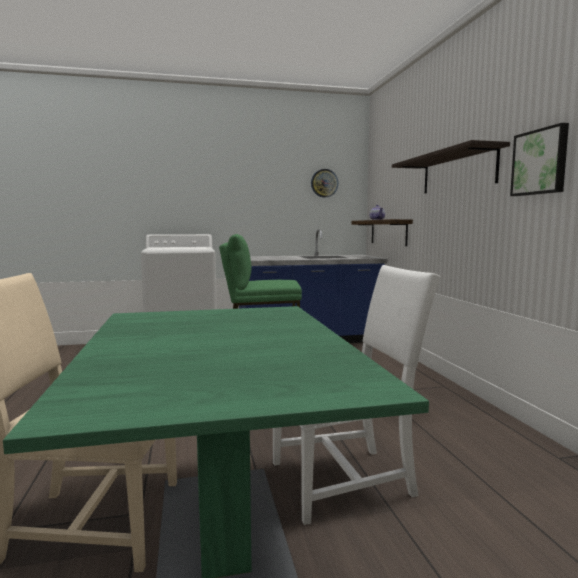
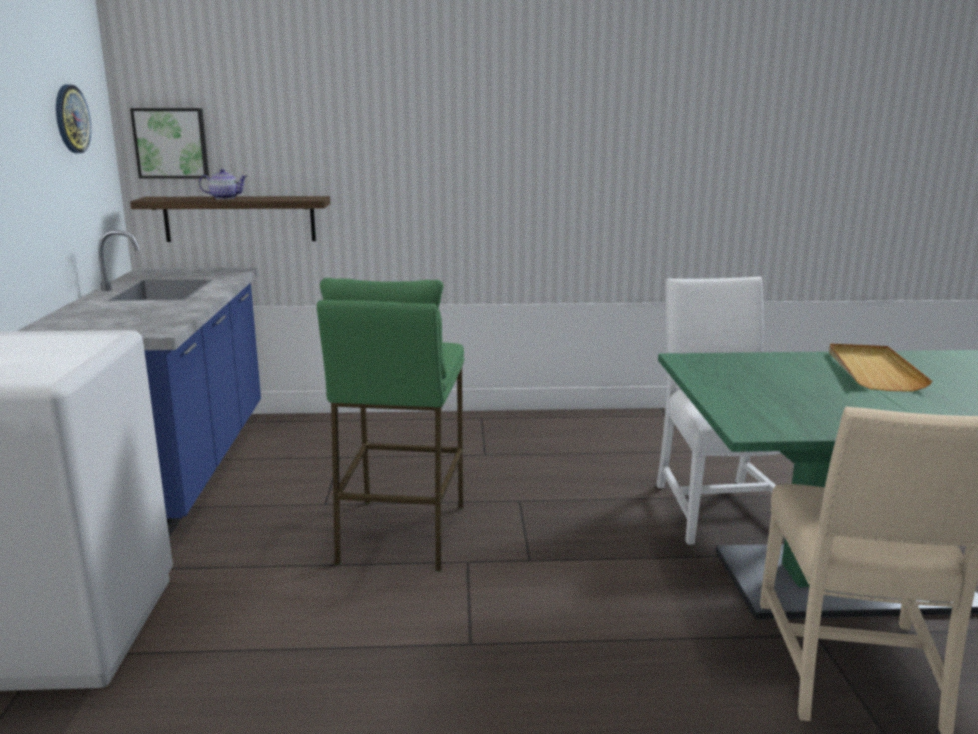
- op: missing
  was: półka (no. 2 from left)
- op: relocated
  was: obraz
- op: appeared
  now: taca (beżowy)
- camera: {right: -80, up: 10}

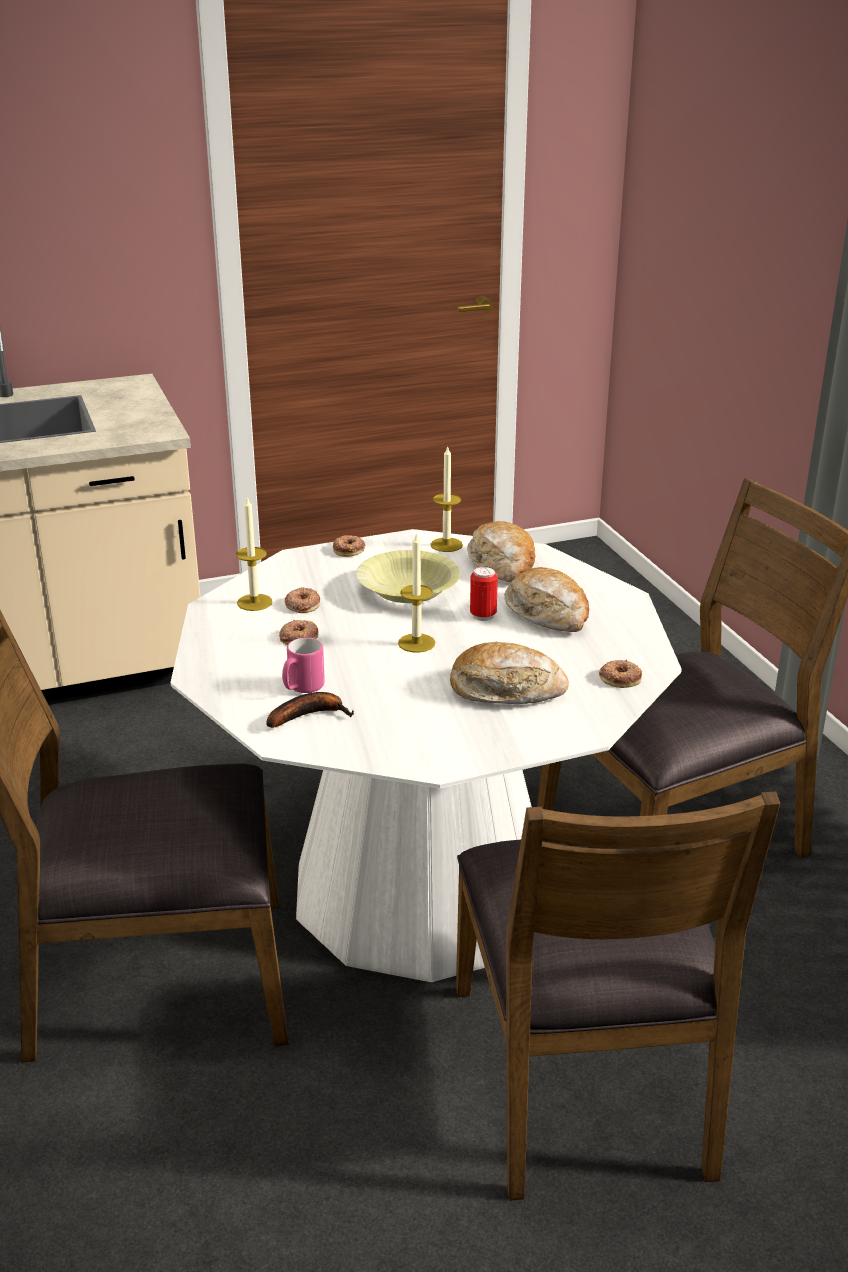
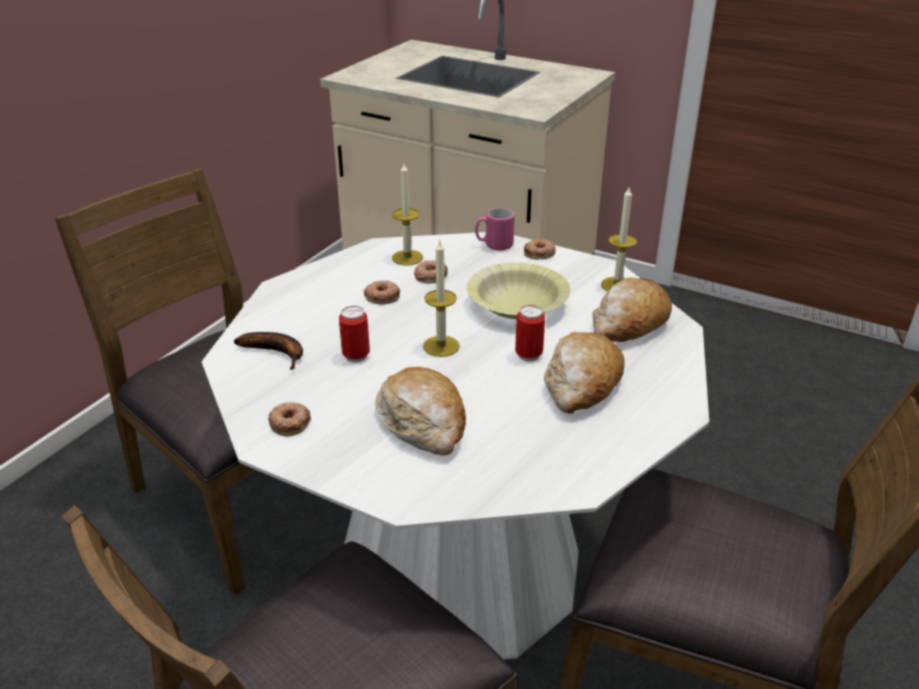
- op: relocated
  was: kubek (różowy)
- op: relocated
  was: donut (no. 4 from left in the first image)
  now: donut (no. 1 from left)
- op: appeared
  now: puszka (no. 1 from left)
- camera: {right: 50, up: 5}

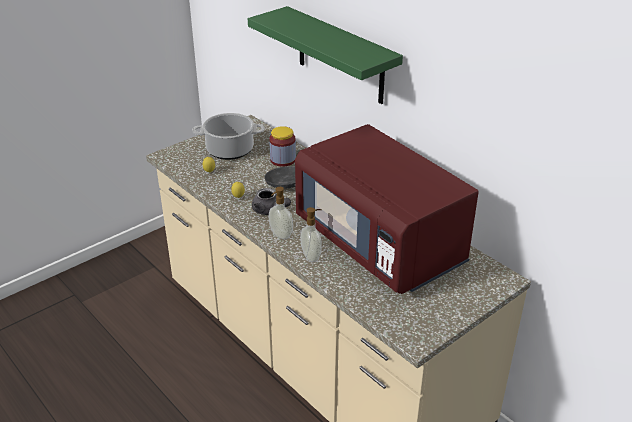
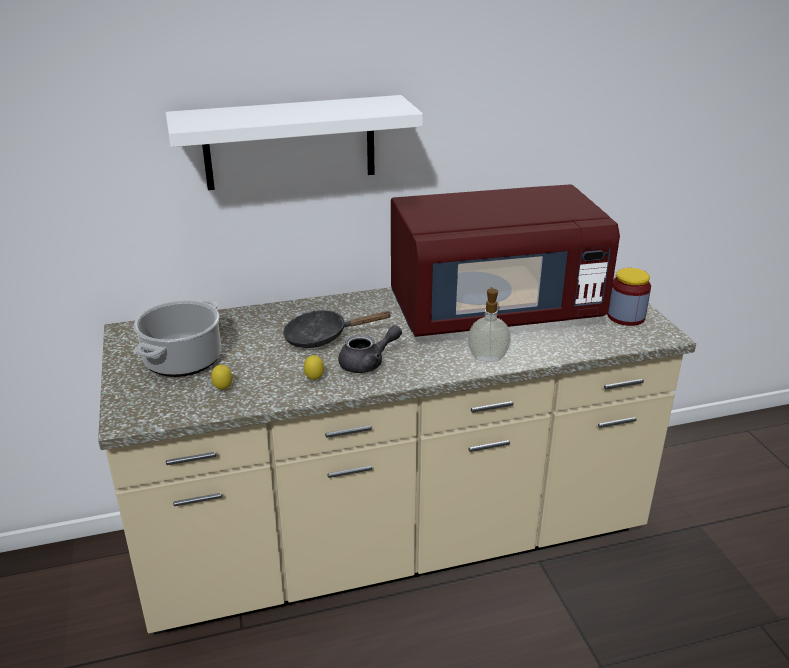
- op: colour
  was: półka (zielony)
  now: półka (biały)
- op: relocated
  was: słoik
- op: missing
  was: dozownik mydła (no. 1 from left)
- camera: {right: -65, up: -5}

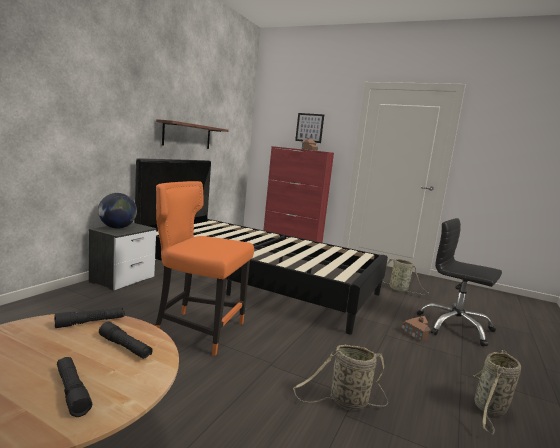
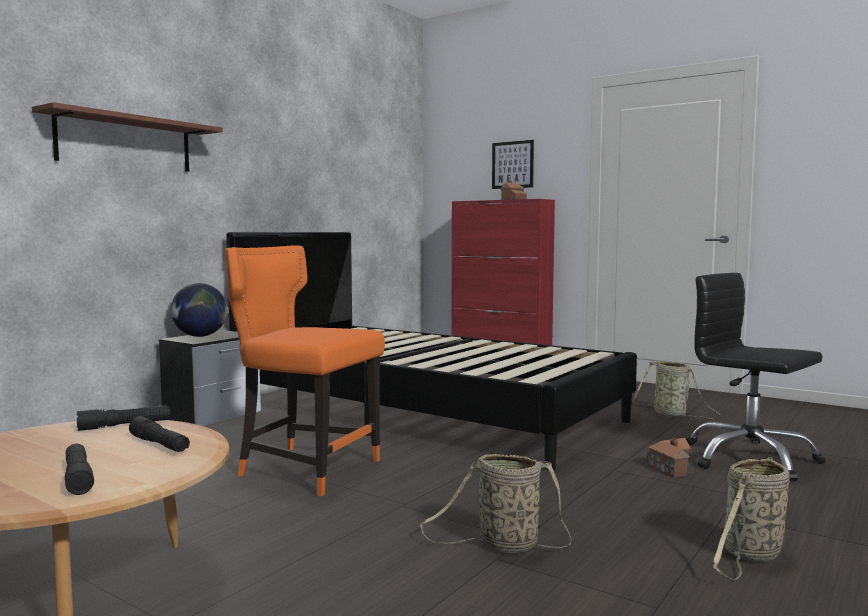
- op: relocated
  was: półka
- camera: {right: 10, up: -5}

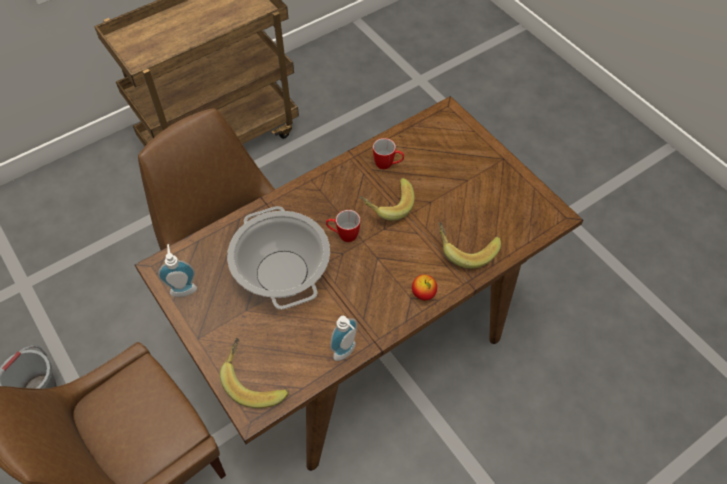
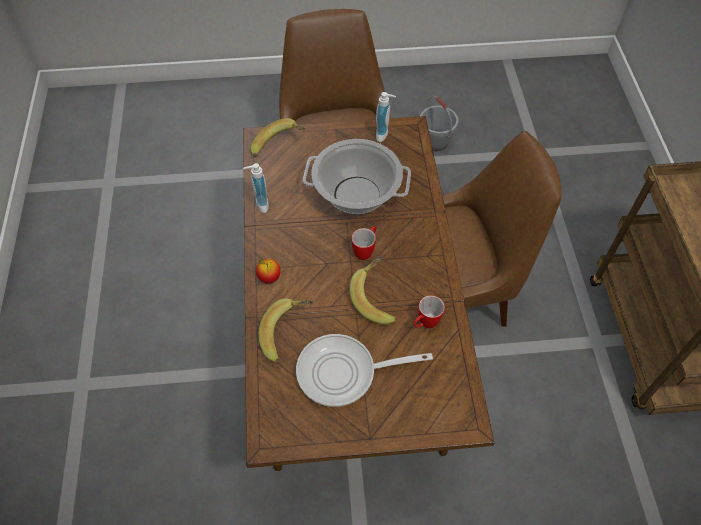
- op: appeared
  now: patelnia
- camera: {right: 120, up: 0}

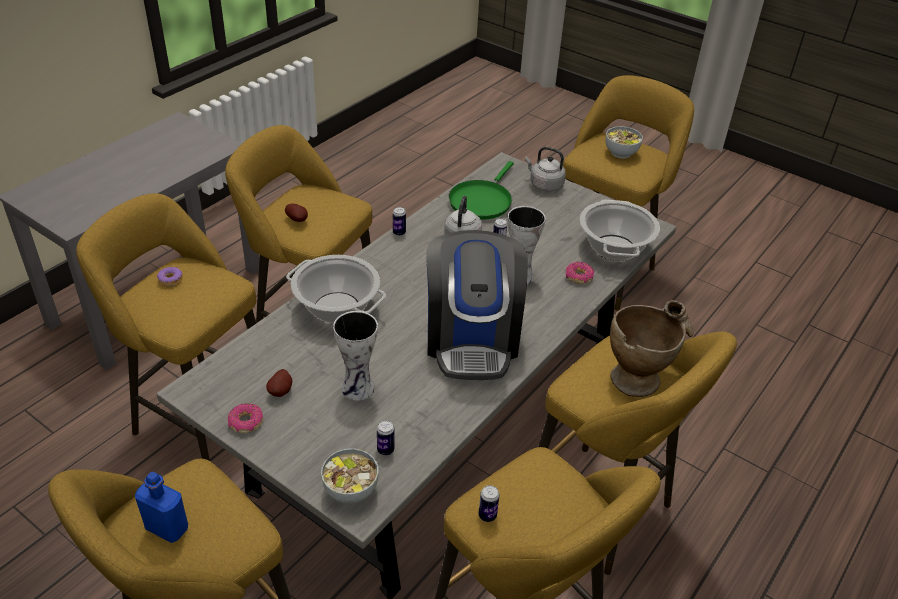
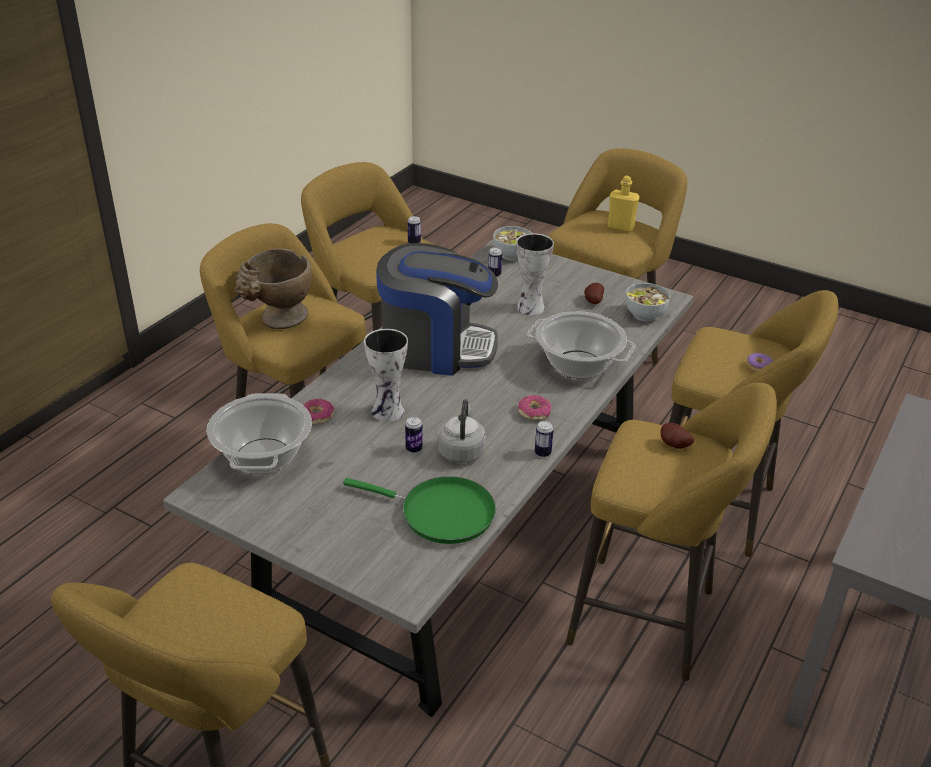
- op: colour
  was: butelka (niebieski)
  now: butelka (żółty)
- op: relocated
  was: donut (no. 2 from left)
- op: spun
  was: ekspres do kawy
  clockwise: 105
- op: spun
  was: patelnia (zielony)
  clockwise: 90
- op: missing
  was: czajnik (szary) (no. 2 from left)
- op: relocated
  was: miska (no. 2 from left)
- camera: {right: 175, up: -5}

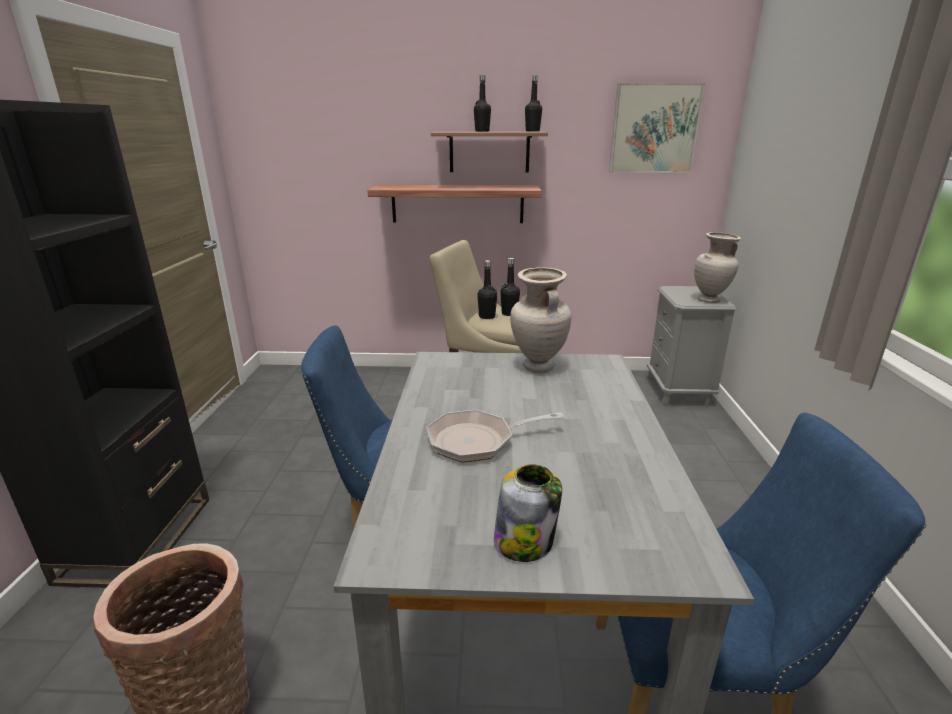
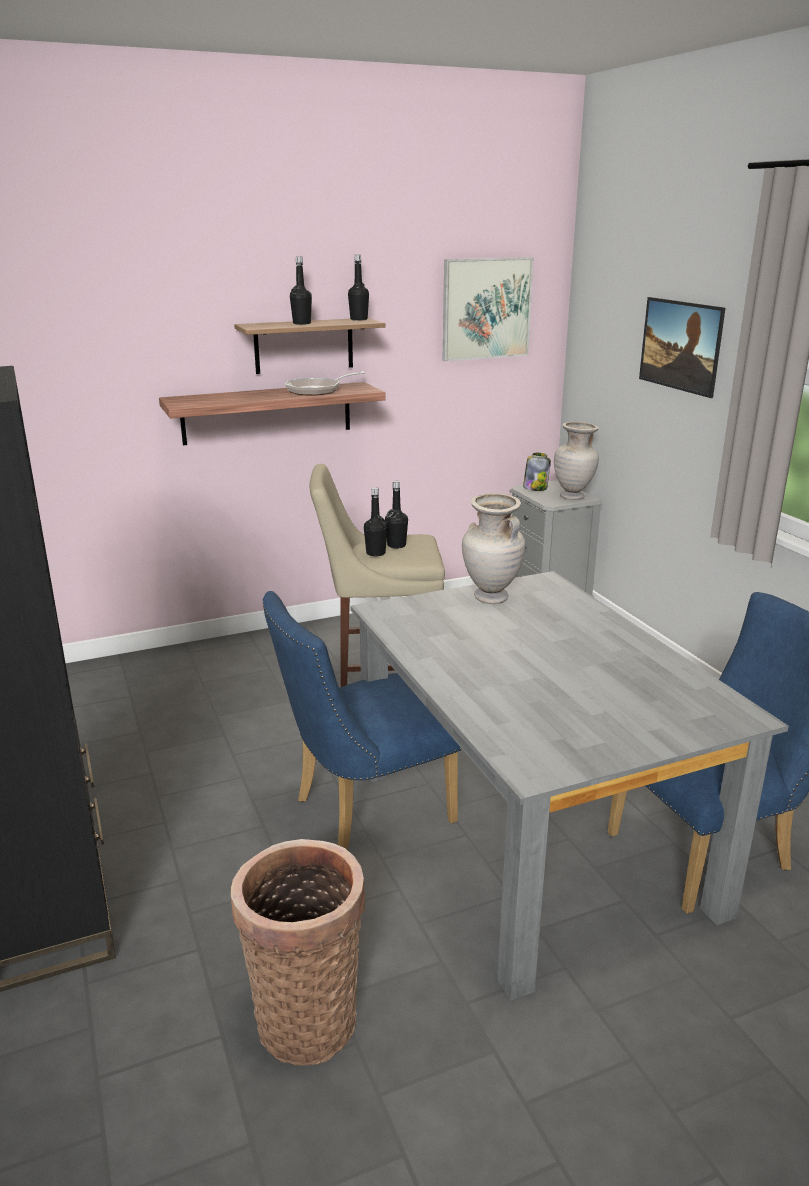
- op: relocated
  was: patelnia
- op: relocated
  was: słoik
- op: appeared
  now: obraz (no. 2 from left)
- camera: {right: -25, up: 0}

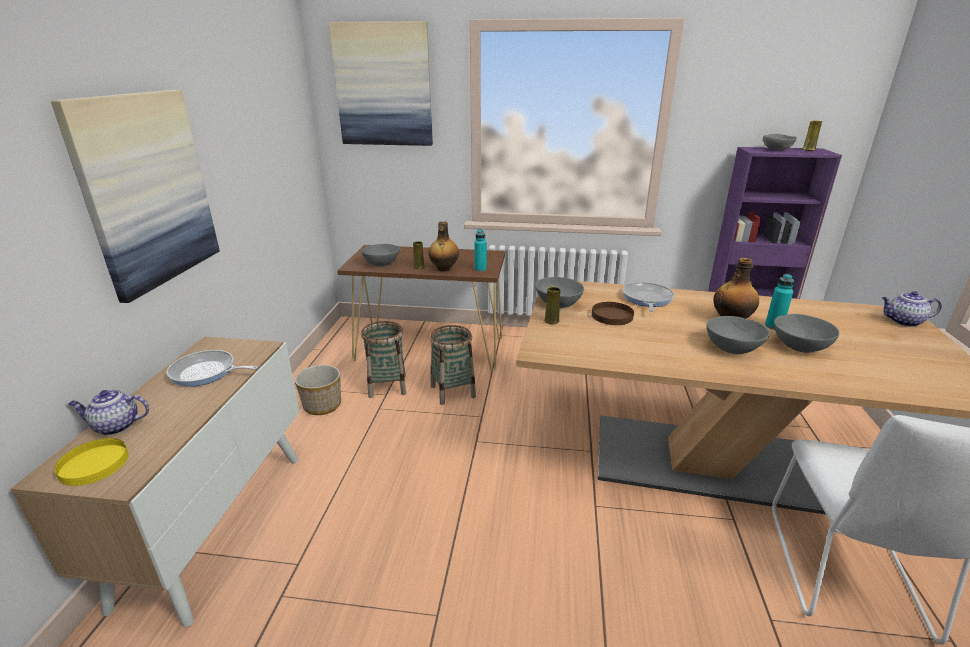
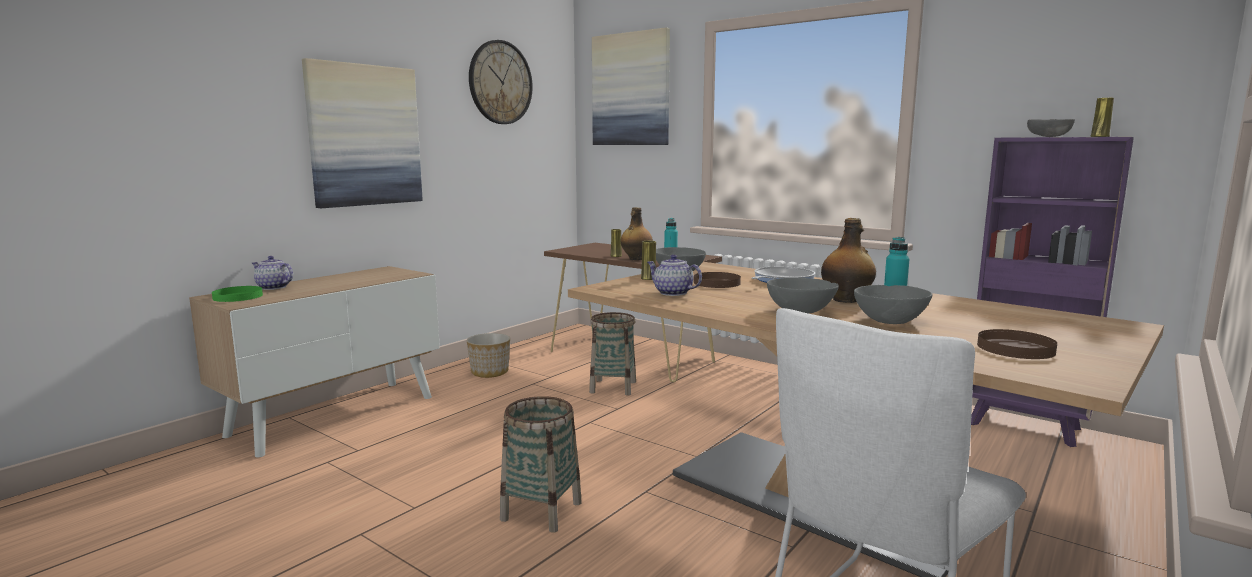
- op: colour
  was: talerz (żółty)
  now: talerz (zielony)
- op: missing
  was: patelnia (no. 1 from left)
- op: relocated
  was: koszyk (no. 1 from left)
- op: missing
  was: miska (szary) (no. 1 from left)
- op: relocated
  was: imbryk (no. 2 from left)
- op: appeared
  now: zegar ścienny
- op: appeared
  now: talerz (brązowy) (no. 2 from left)
- camera: {right: 30, up: -15}

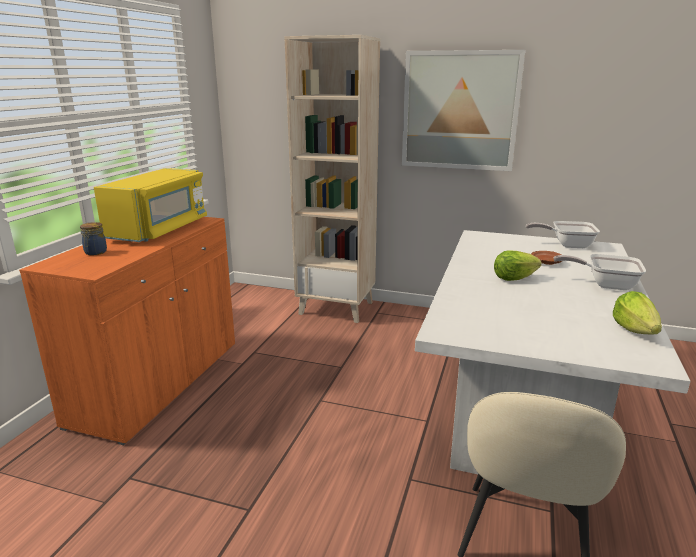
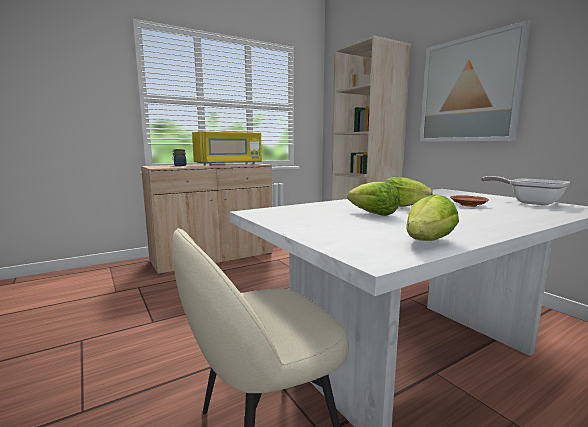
- op: colour
  was: szafka (pomarańczowy)
  now: szafka (beżowy)
- op: missing
  was: patelnia (no. 2 from left)
- op: appeared
  now: sałata (no. 1 from left)
- camera: {right: 40, up: -10}

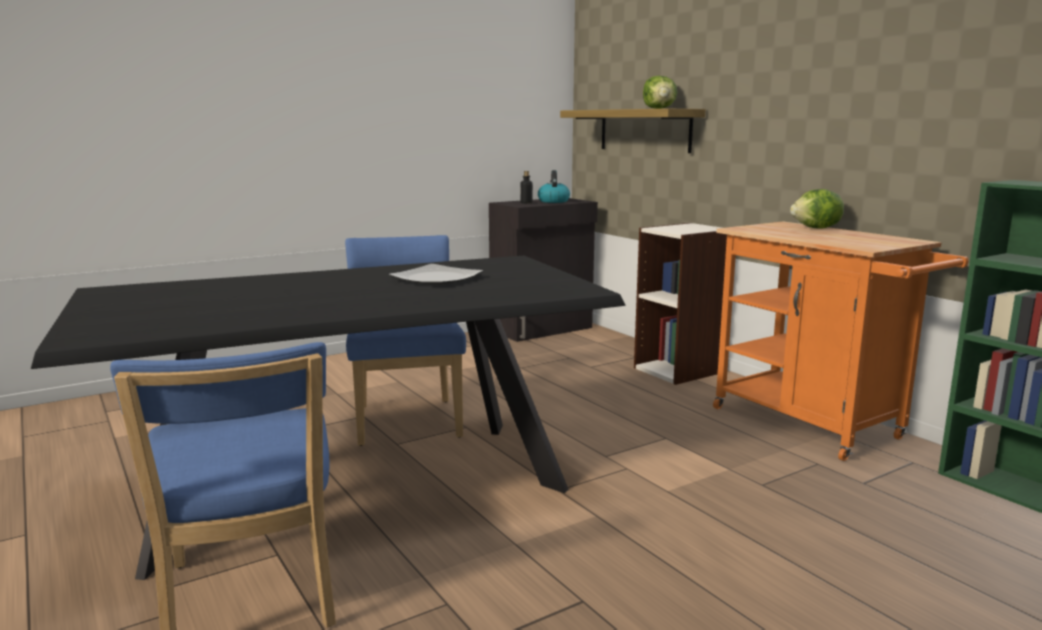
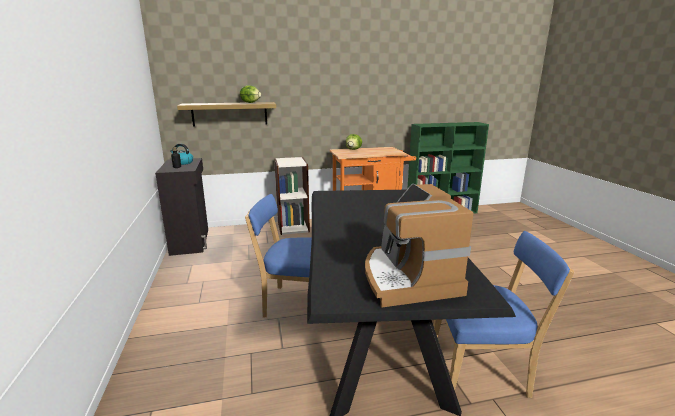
- op: missing
  was: talerz
- op: appeared
  now: ekspres do kawy
- camera: {right: -70, up: 5}

